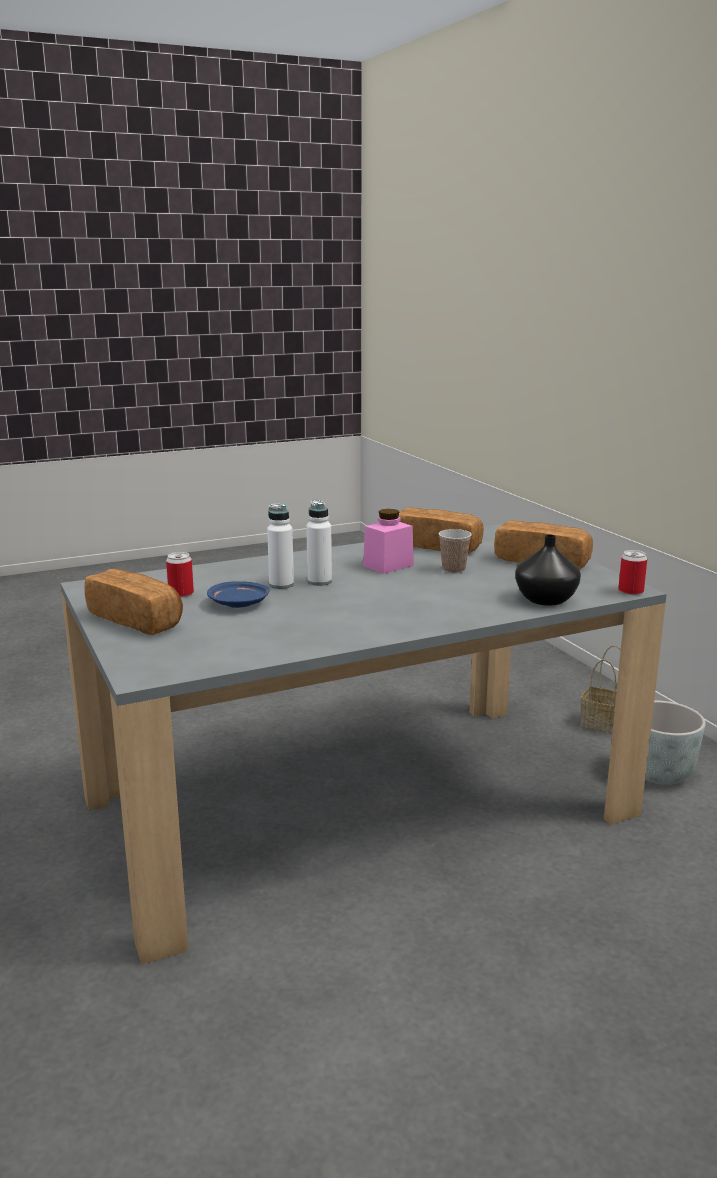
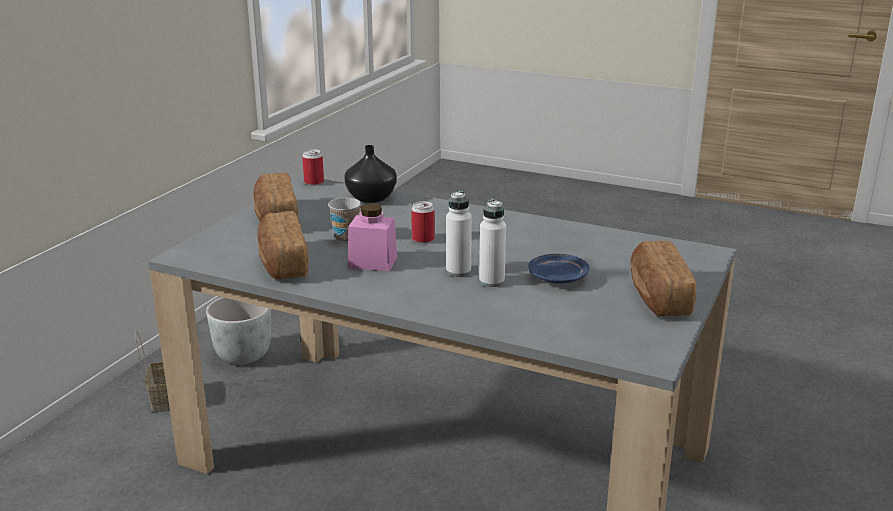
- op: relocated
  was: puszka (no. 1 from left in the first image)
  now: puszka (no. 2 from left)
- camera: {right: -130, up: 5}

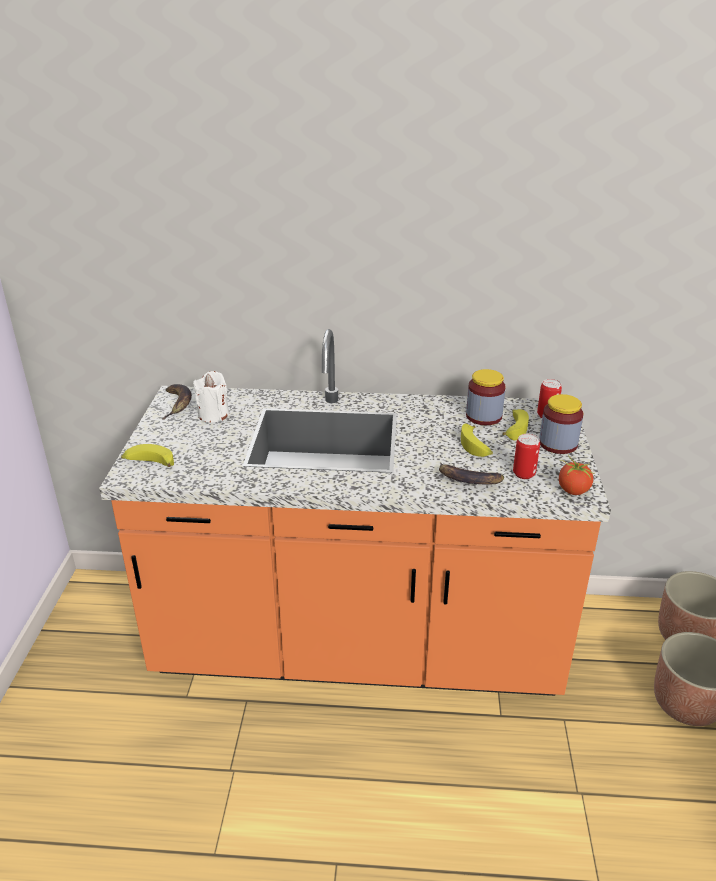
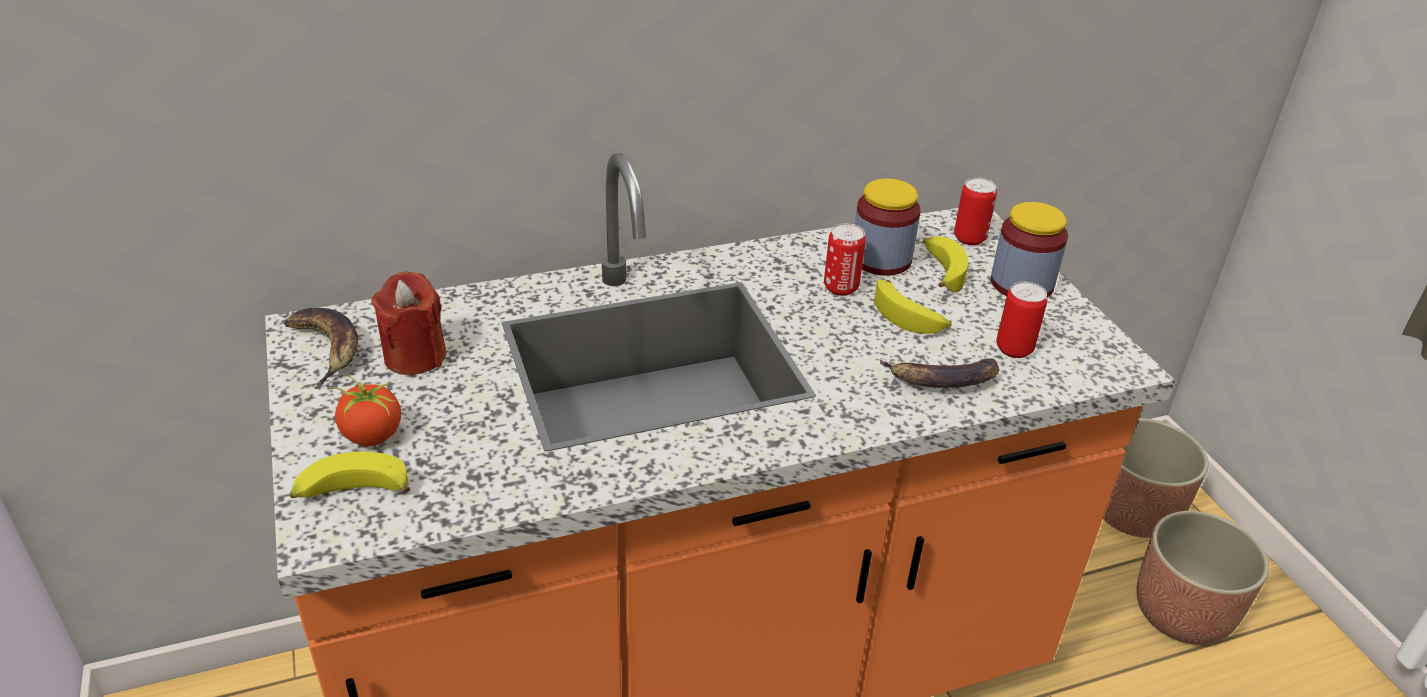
- op: colour
  was: świeca (biały)
  now: świeca (czerwony)
- op: relocated
  was: pomidor
- op: appeared
  now: puszka (no. 1 from left)
- camera: {right: -25, up: 5}

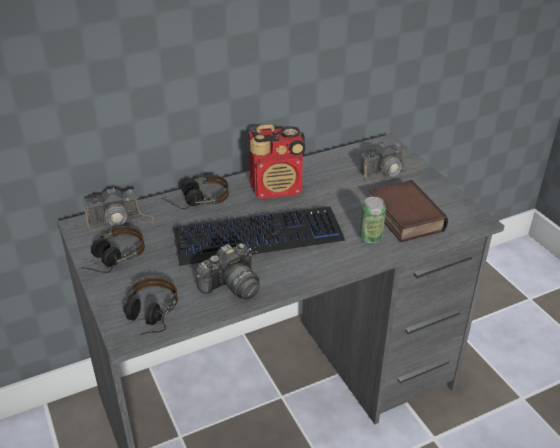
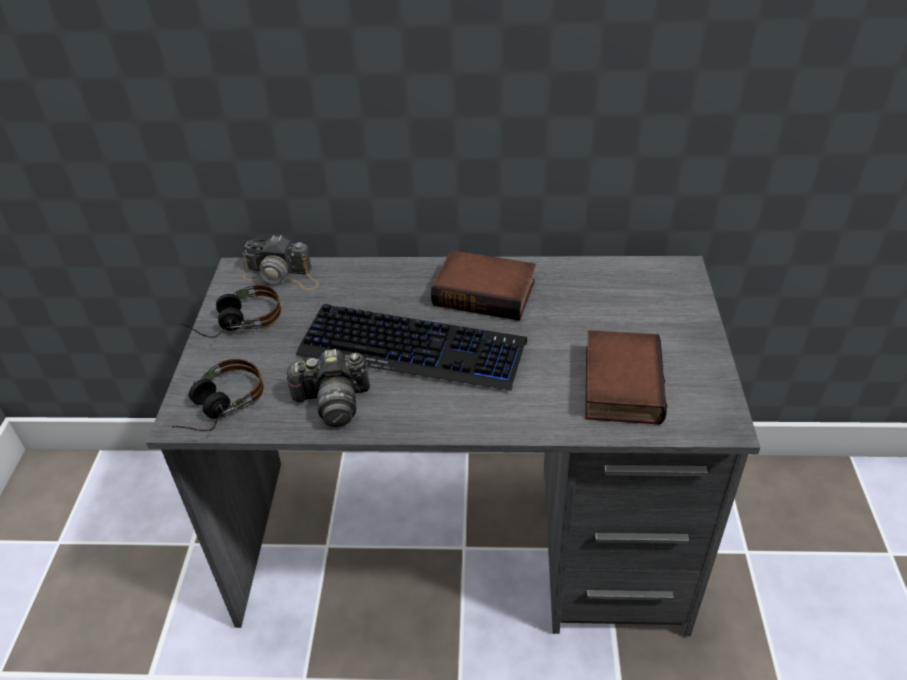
- op: missing
  was: słuchawki (no. 3 from left)
- op: exchanged
  was: radio
  now: książka (no. 1 from left)
- op: missing
  was: puszka
- op: missing
  was: aparat fotograficzny (no. 3 from left)
- camera: {right: 30, up: 5}

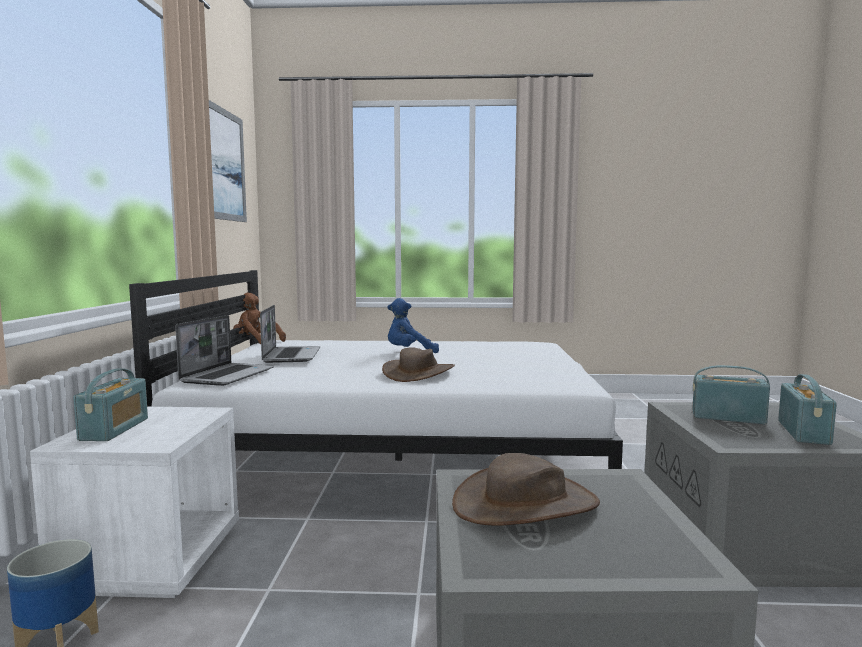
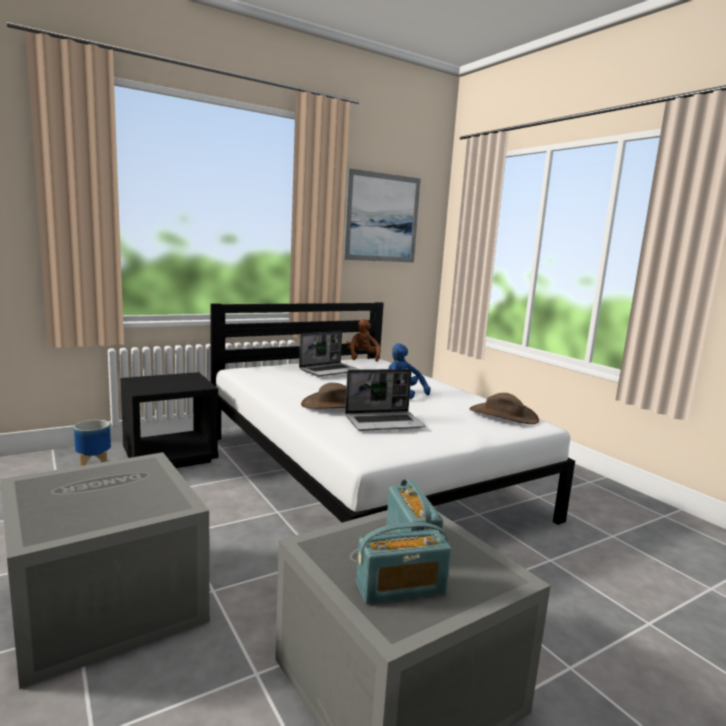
- op: colour
  was: szafka nocna (biały)
  now: szafka nocna (czarny)
- op: missing
  was: radio (no. 1 from left)
- op: relocated
  was: laptop (no. 1 from left in the first image)
  now: laptop (no. 2 from left)
- op: relocated
  was: kapelusz (brązowy) (no. 2 from left)
- camera: {right: 55, up: 5}

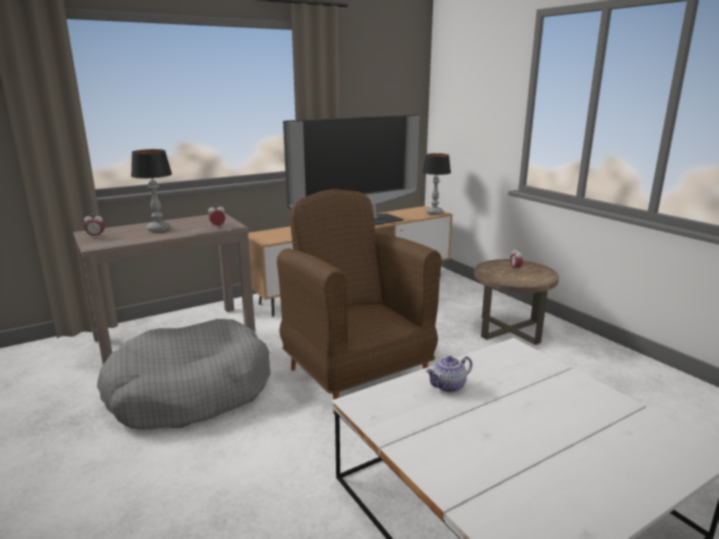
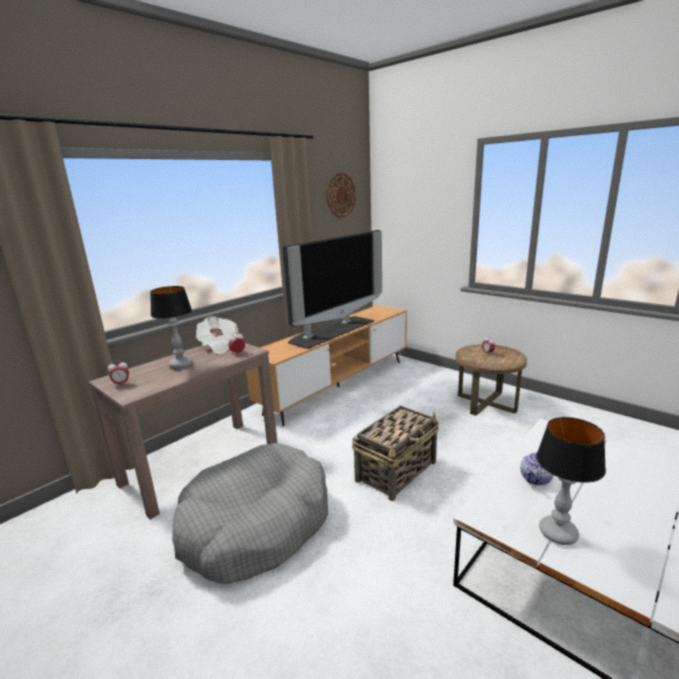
- op: exchanged
  was: fotel (brązowy)
  now: koszyk
- op: relocated
  was: lampa stołowa (no. 2 from left)
- op: appeared
  now: gazeta
- op: appeared
  now: zegar ścienny
- camera: {right: -15, up: 0}

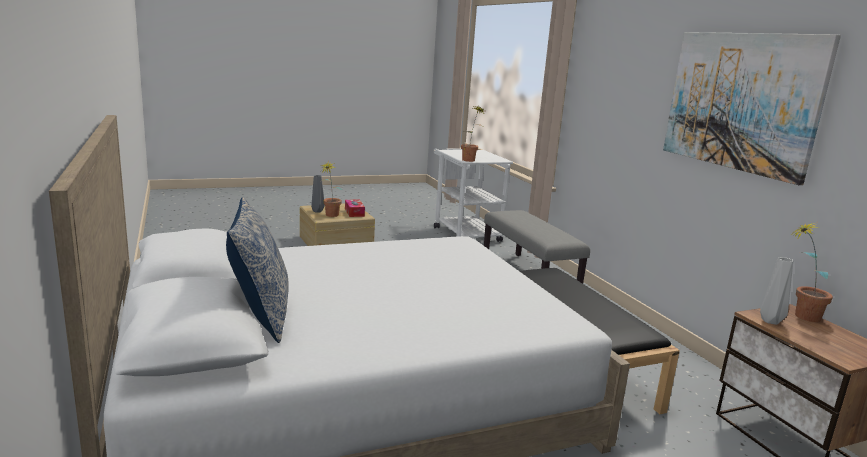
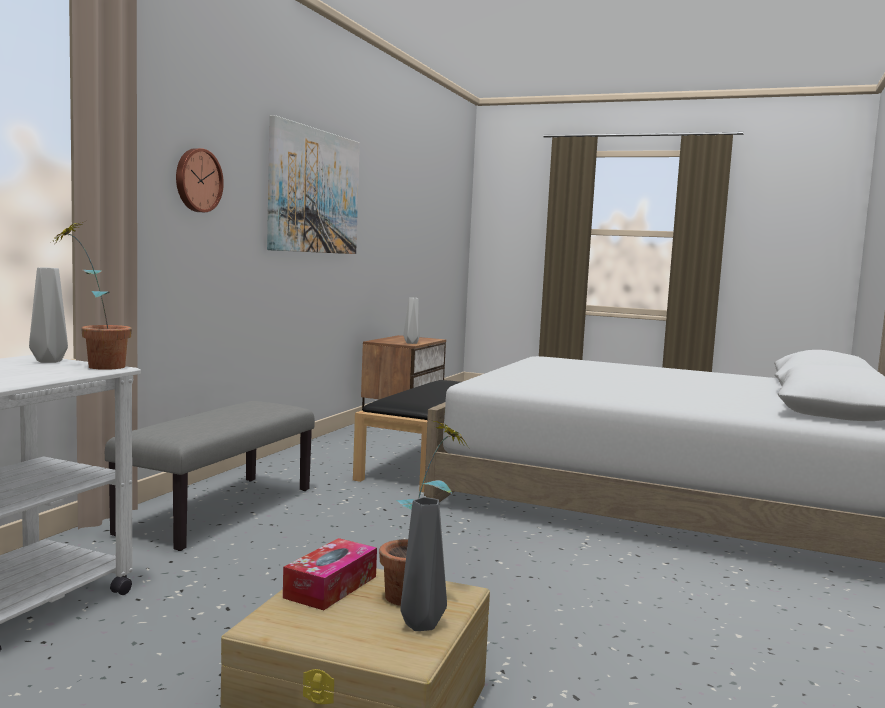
- op: missing
  was: poduszka
- op: missing
  was: roślina doniczkowa (no. 3 from left)
- op: appeared
  now: wazon (szary) (no. 1 from left)
- op: appeared
  now: zegar ścienny
- camera: {right: -135, up: -10}

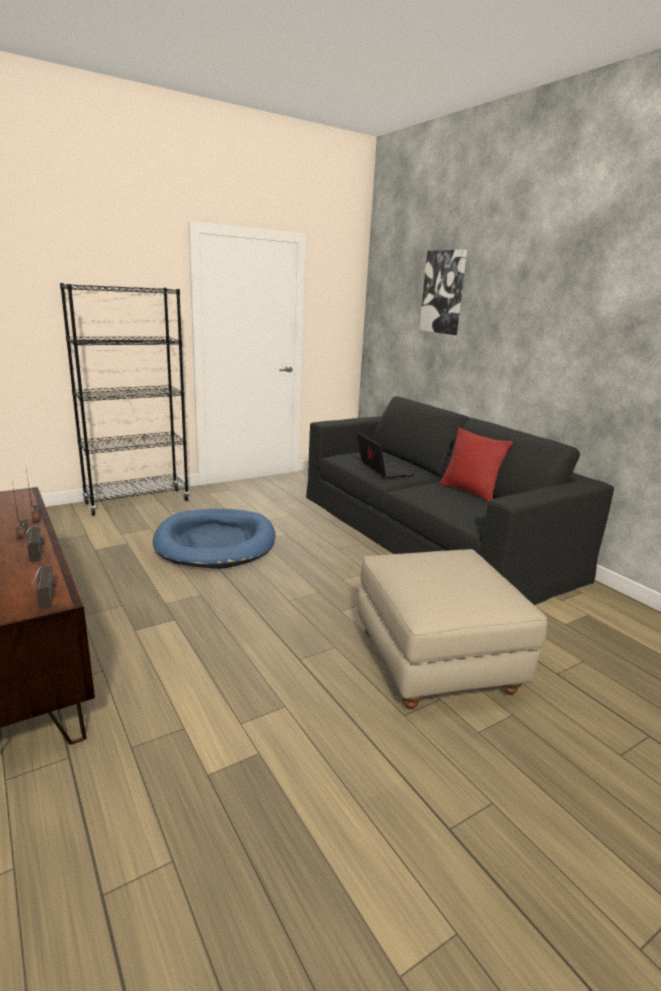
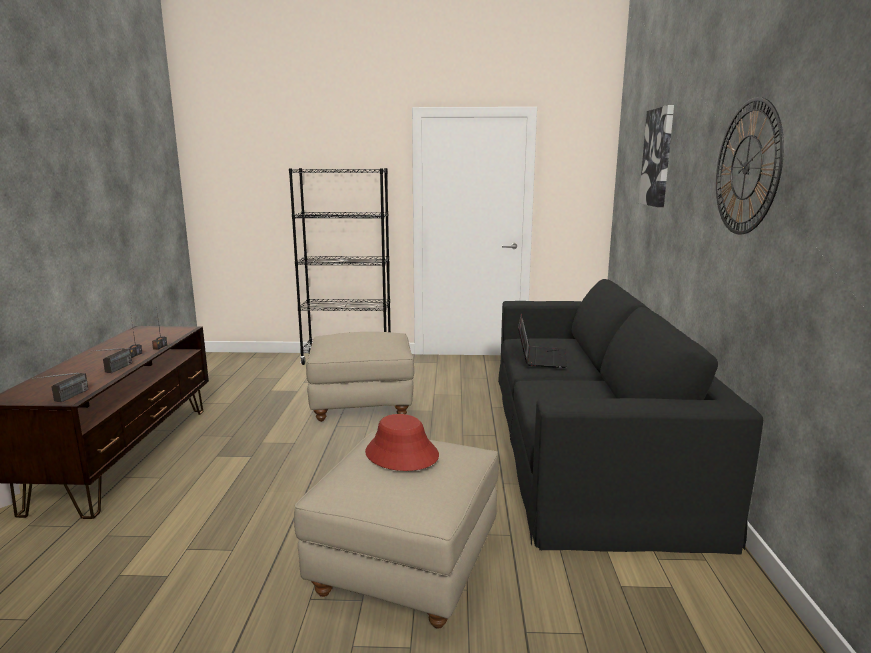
- op: exchanged
  was: legowisko (niebieski)
  now: pufa (beżowy) (no. 1 from left)
- op: missing
  was: poduszka (czerwony)
- op: appeared
  now: kapelusz (czerwony)
- op: appeared
  now: zegar ścienny
- camera: {right: 35, up: -5}

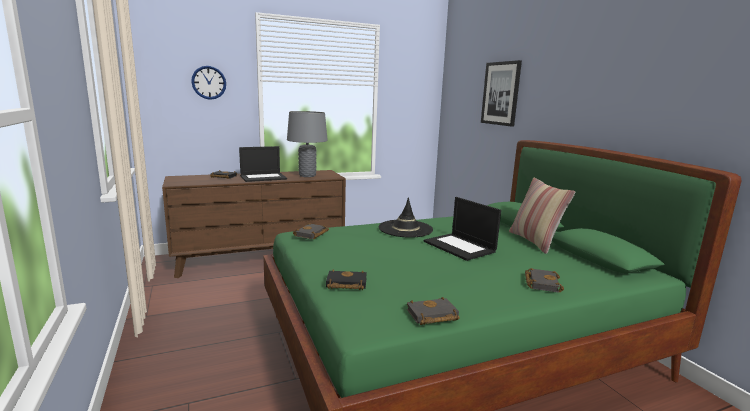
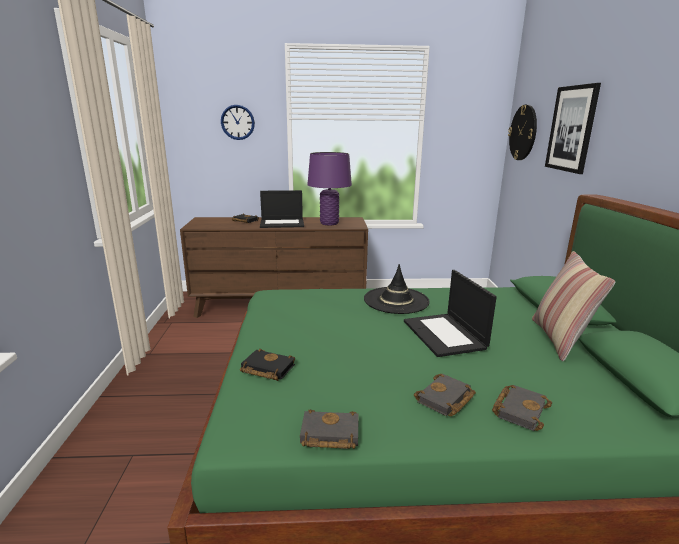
- op: colour
  was: lampa stołowa (szary)
  now: lampa stołowa (fioletowy)
- op: relocated
  was: książka (czarny) (no. 2 from left in the first image)
  now: książka (czarny) (no. 4 from left)
- op: appeared
  now: zegar ścienny (no. 2 from left)
- camera: {right: 20, up: 5}

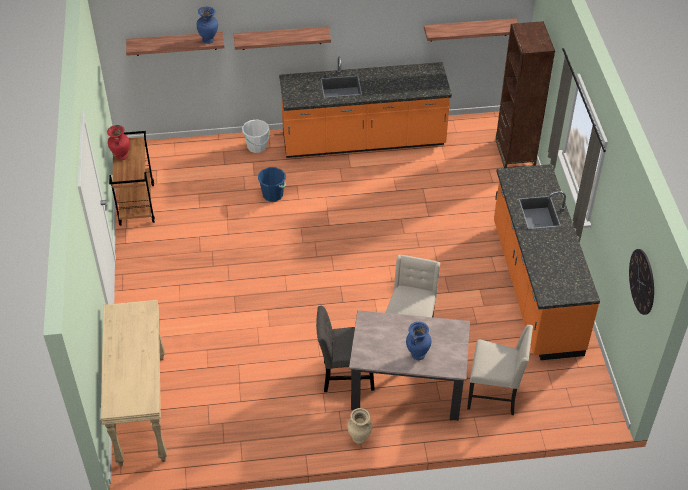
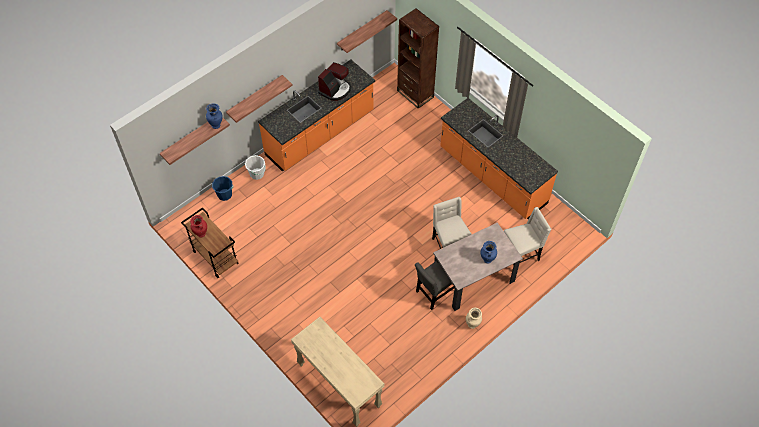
- op: relocated
  was: wiadro (niebieski)
- op: missing
  was: zegar ścienny
- op: appeared
  now: ekspres do kawy
- camera: {right: -35, up: 10}

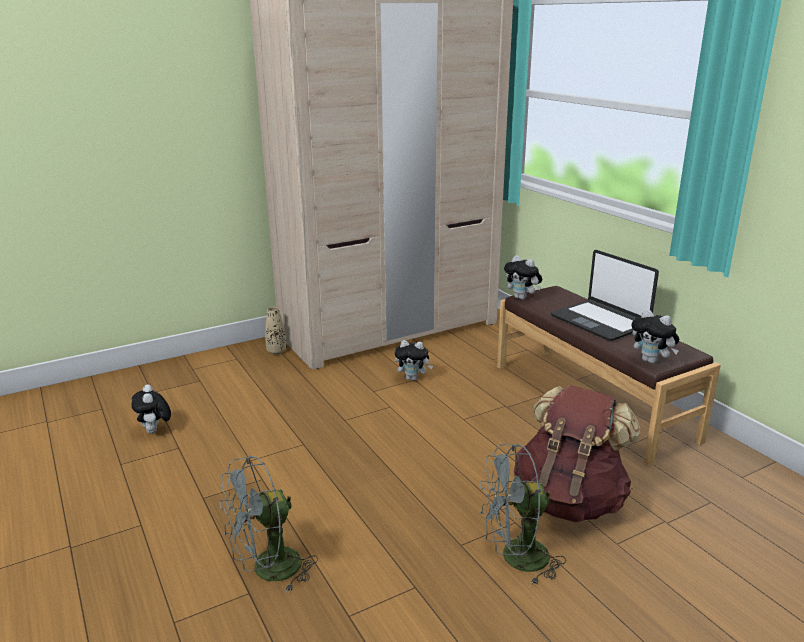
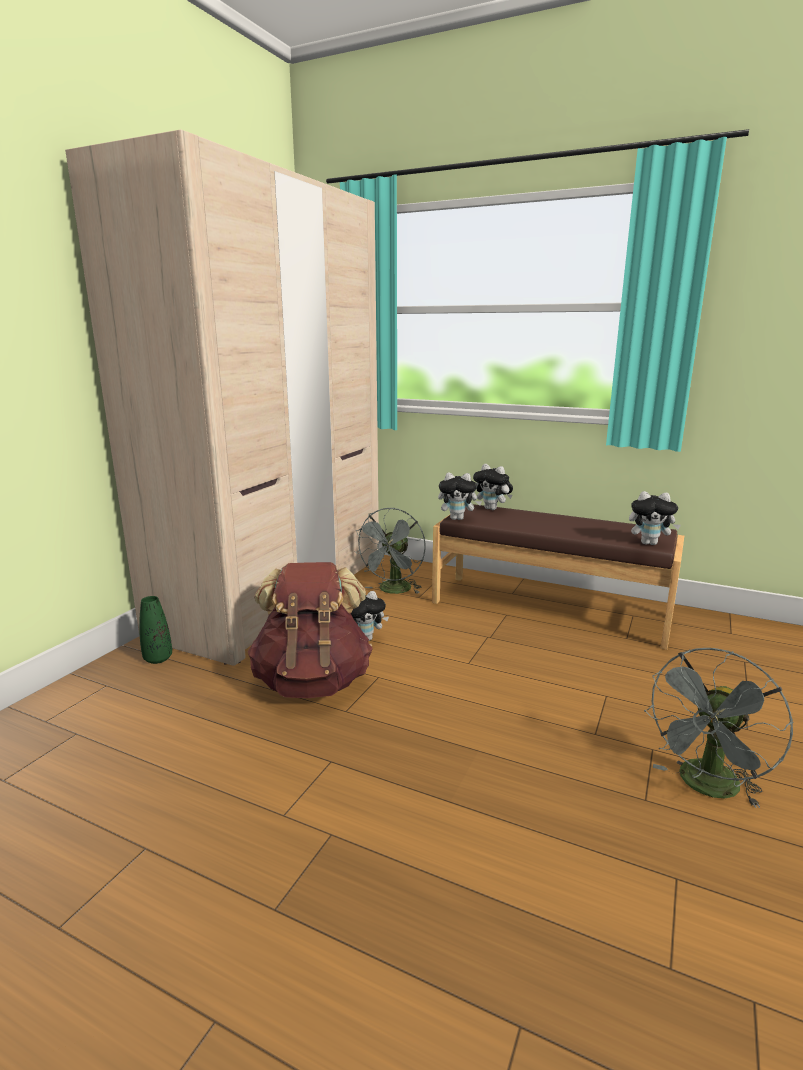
- op: relocated
  was: pluszak (no. 1 from left in the first image)
  now: pluszak (no. 3 from left)
- op: relocated
  was: wentylator (szary) (no. 1 from left)
- op: colour
  was: wazon (beżowy)
  now: wazon (zielony)
- op: relocated
  was: plecak (brązowy)
- op: missing
  was: laptop
- camera: {right: -35, up: -5}

